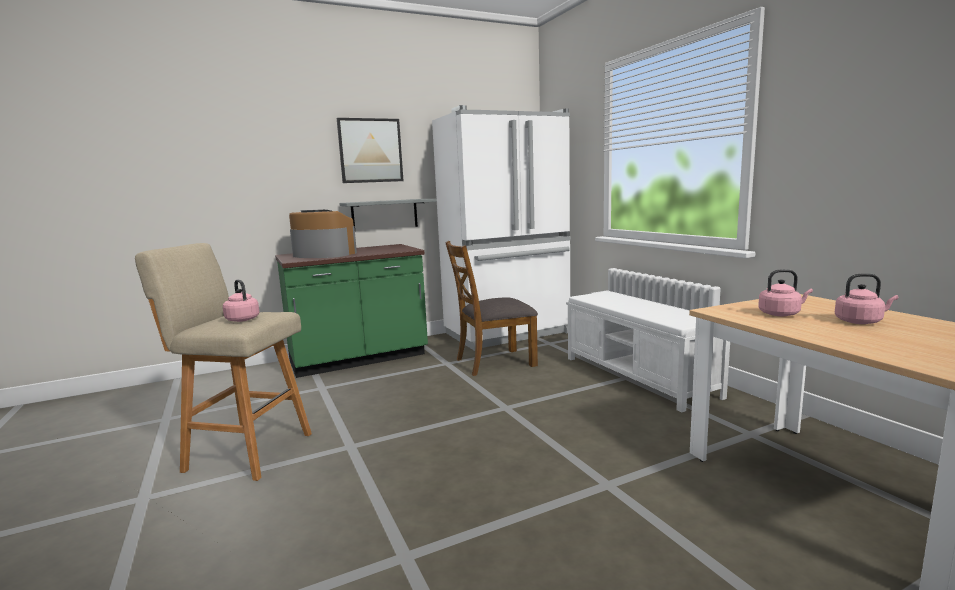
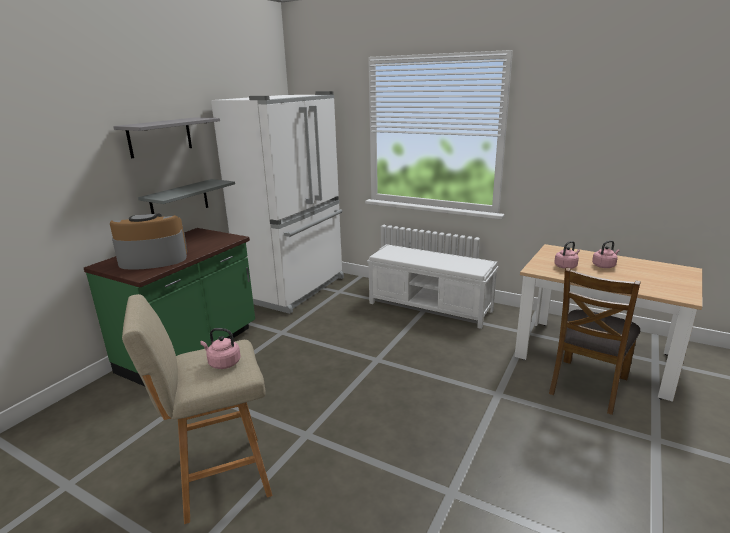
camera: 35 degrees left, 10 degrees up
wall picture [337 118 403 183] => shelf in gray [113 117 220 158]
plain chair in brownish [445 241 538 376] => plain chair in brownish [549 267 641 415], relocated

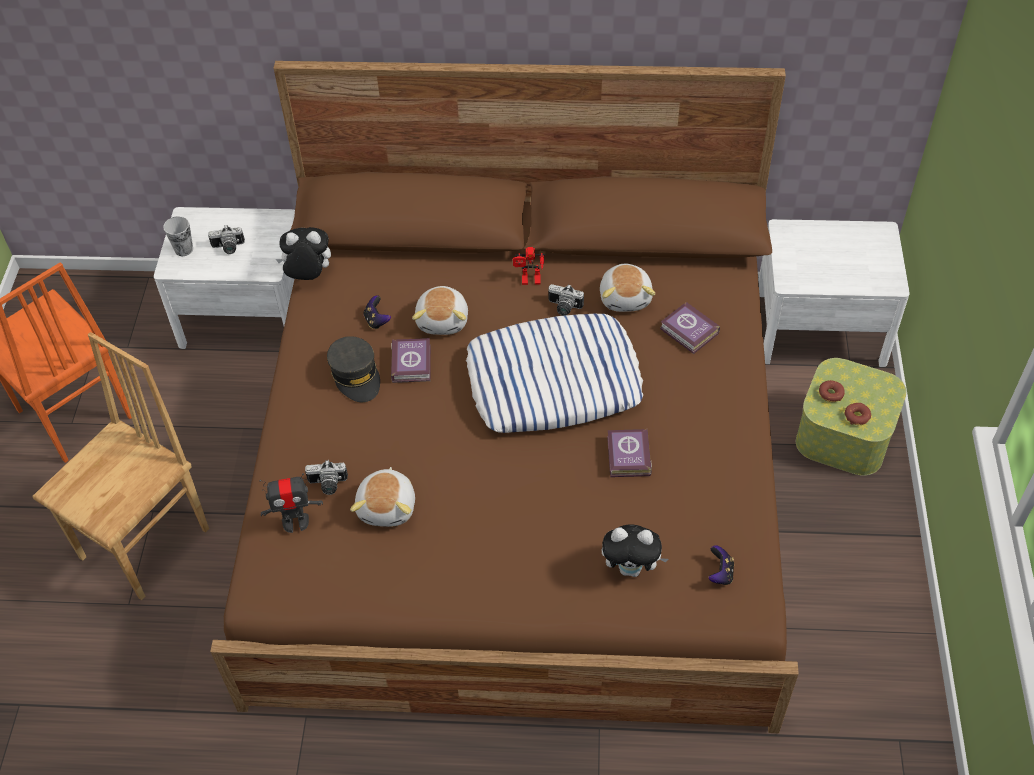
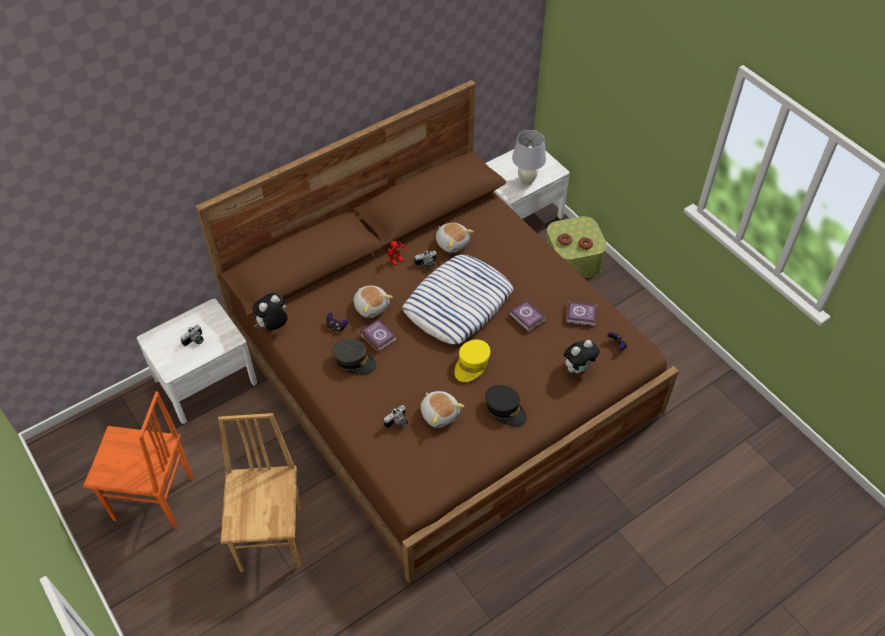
camera: 40 degrees left, 0 degrees up
drinking cup [163 216 193 256] => nothing
model robot [259 473 323 533] => nothing
book [660 302 720 354] => book [566 301 597 327], relocated
nothing => cap in yellowish [454 339 490 382]
nothing => cap in black-coloured [485 385 527 427]
nothing => lamp for a table in whitish [512 130 546 185]

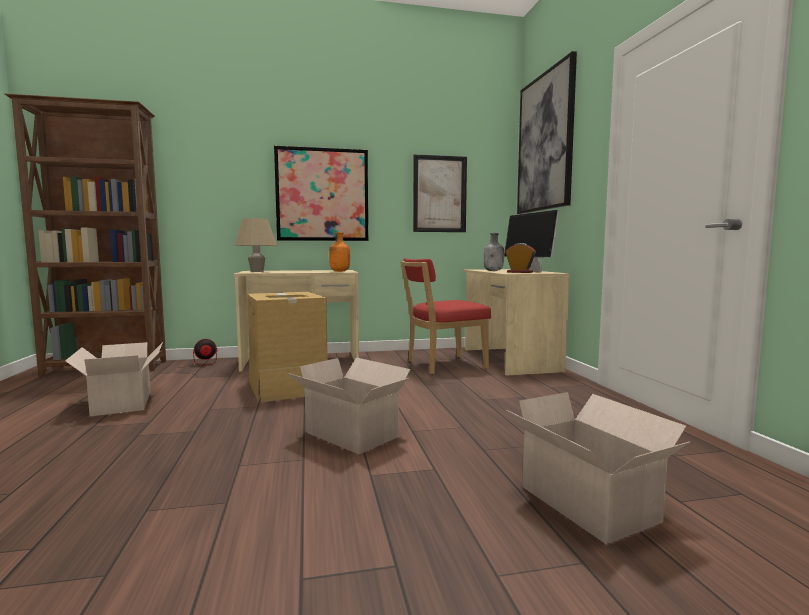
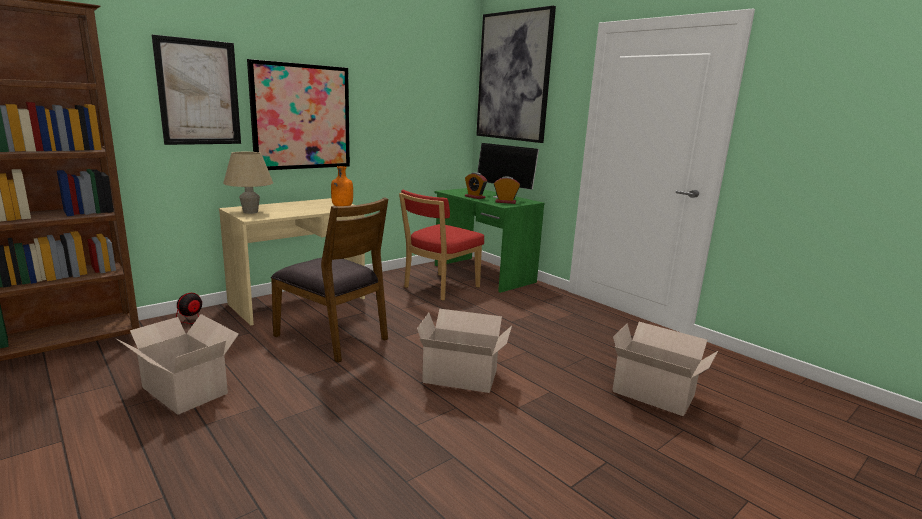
camera: 30 degrees left, 10 degrees up
cardboard box [247 292 328 402] => plain chair in brownish [271 197 388 362]
wall picture [413 154 467 232] => wall picture [152 34 241 145], relocated
desk in beige-coloured [463 269 570 376] => desk in green [435 188 545 293]
drink bottle in gray [484 233 504 271] => table clock [465 172 487 199]

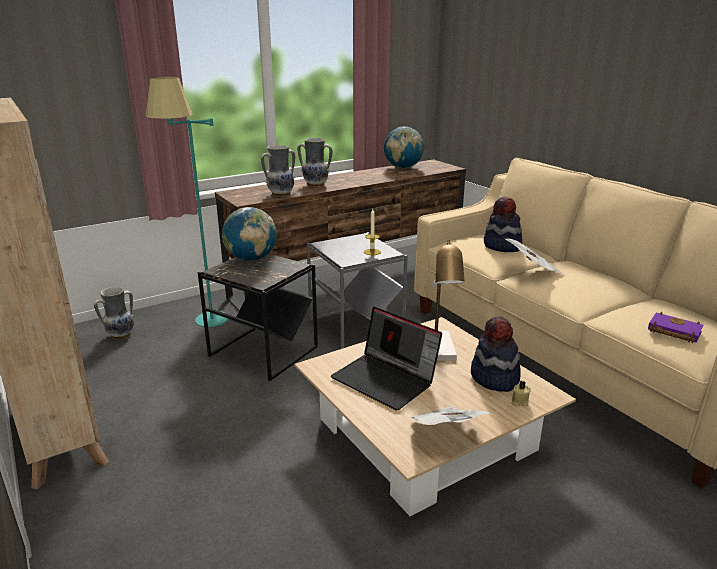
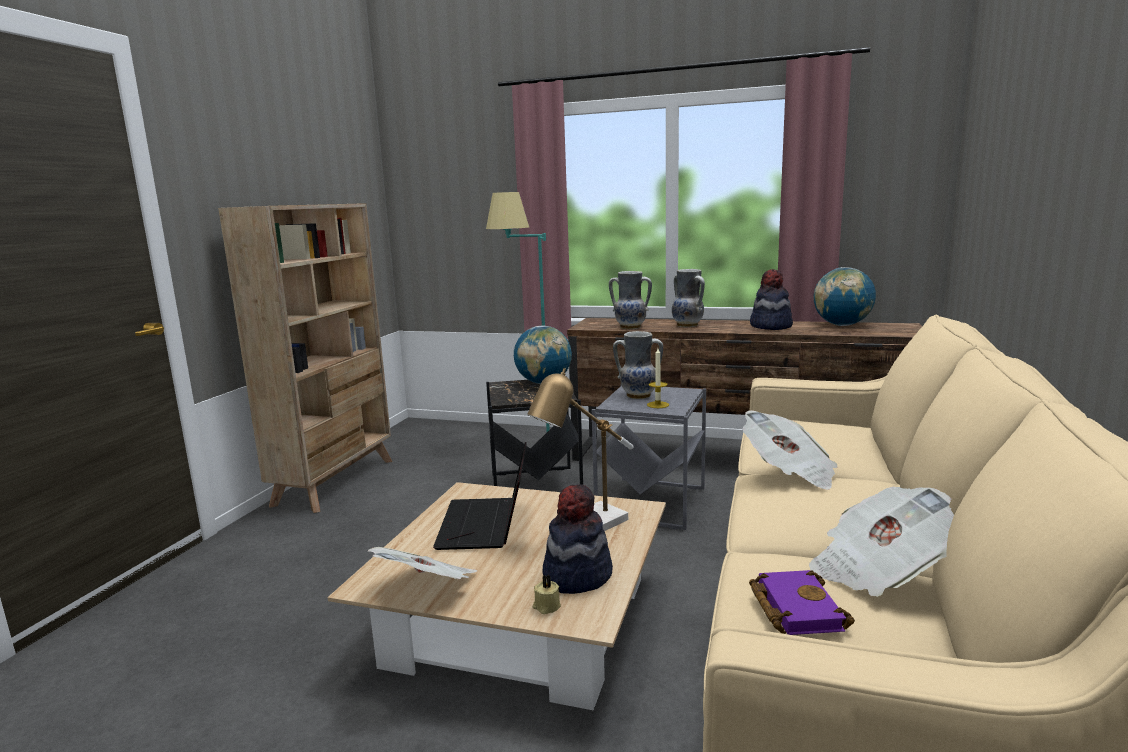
camera: 50 degrees right, 10 degrees down
vase [94 287 134 339] => vase [613 331 663 399], relocated
clothing hat [484 197 522 252] => clothing hat [750 269 793 330], relocated
nothing => newspaper [809 487 954 597]

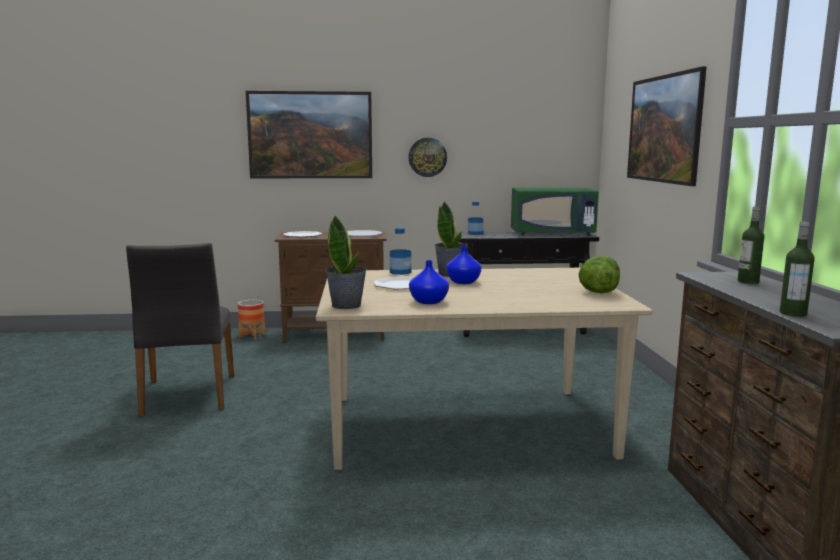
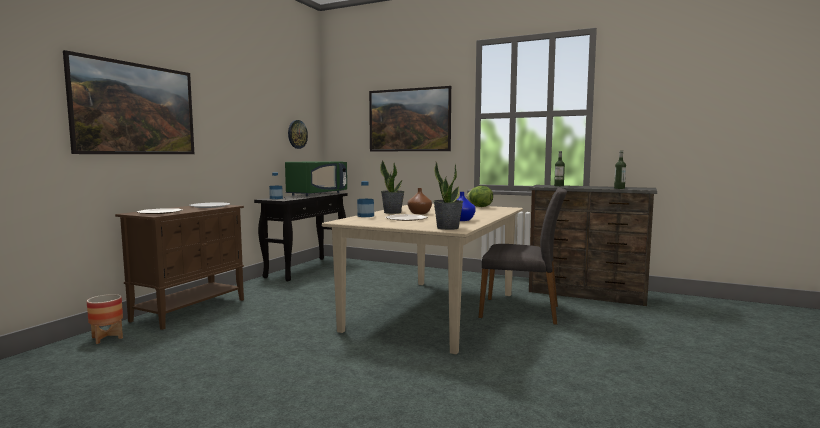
camera: 60 degrees left, 5 degrees down
plain chair in gray [126 243 234 417] => plain chair in gray [479 187 567 325], relocated
wall clock [408 138 447 177] => wall clock [288 120 308 149], relocated
vase in bluish [446 246 481 284] => vase in brownish [408 188 432 214]

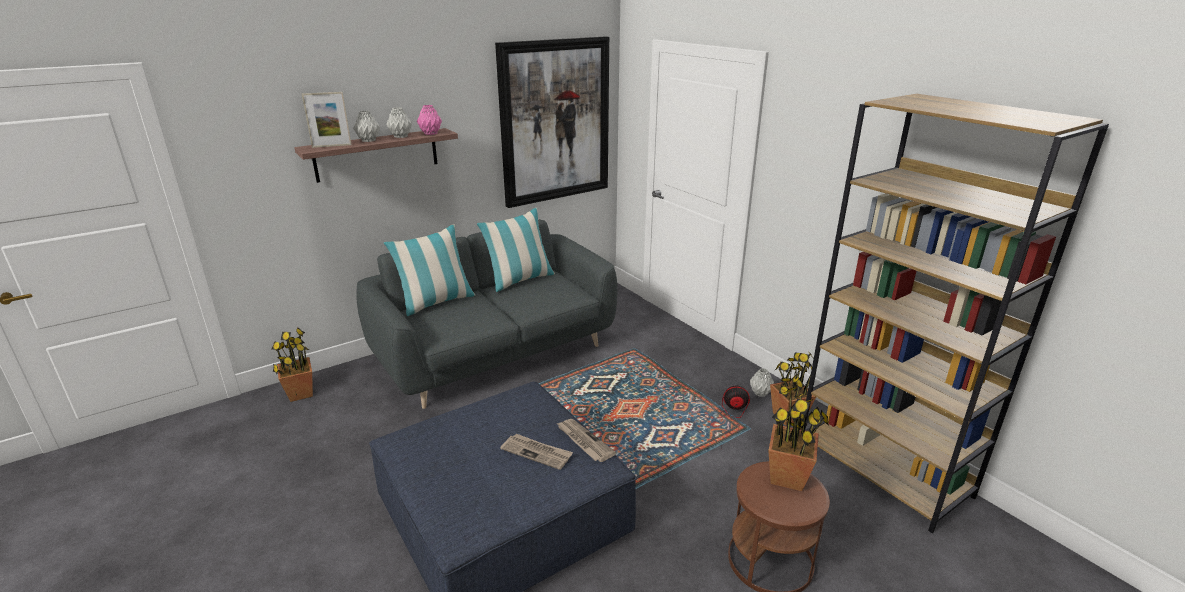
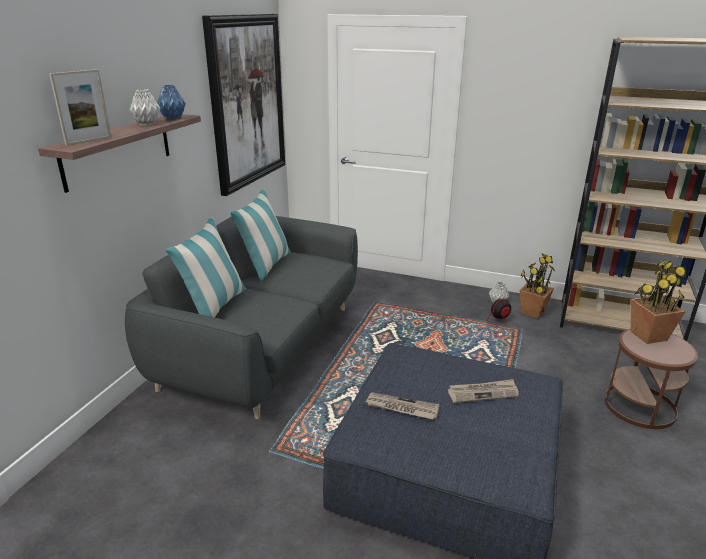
camera: 35 degrees left, 0 degrees up
potted plant [272 328 313 402] => nothing
vase in gray [353 111 380 142] => nothing
vase in pink-coloured [417 105 442 135] => vase in bluish [157 85 186 120]
newspaper [556 419 616 462] => newspaper [366 392 440 419], relocated

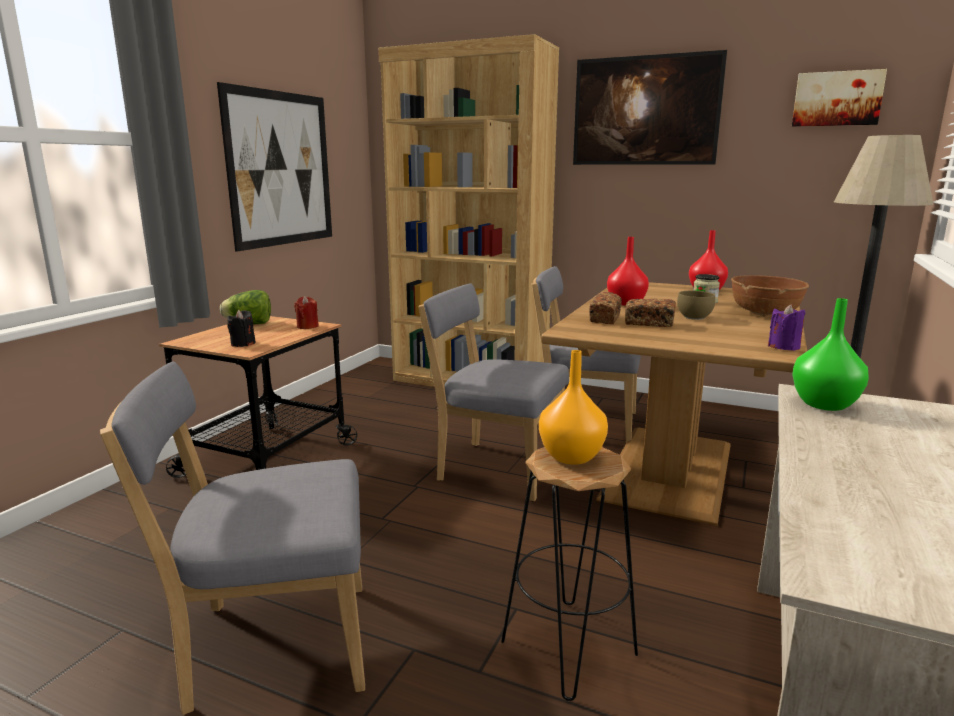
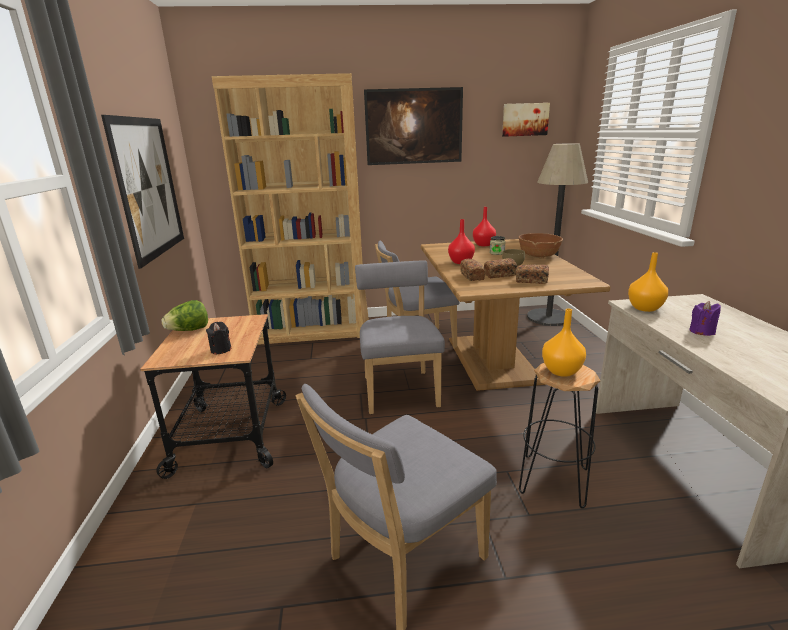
camera: 30 degrees left, 5 degrees up
candle in reddish [294 296 319 329] => nothing
plain chair in gray [418 283 569 501] => plain chair in gray [355 260 445 414], 90 degrees clockwise
candle in purplish [768 304 806 351] => candle in purplish [689 301 721 336], relocated
vase in green [792 298 869 411] => vase in orange [628 252 668 312]
nothing => bread [516 265 549 284]

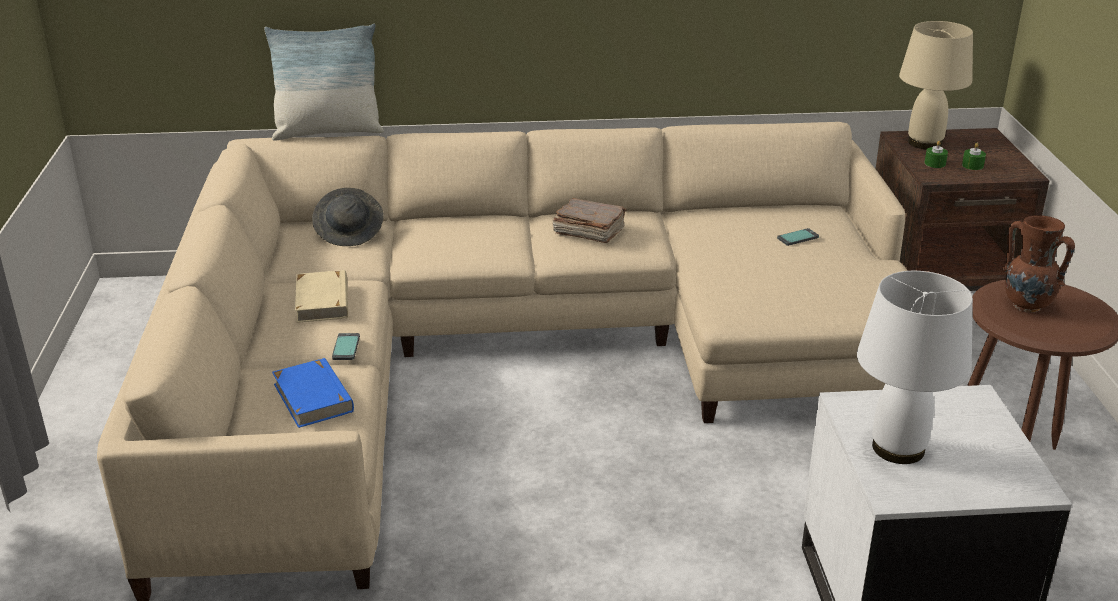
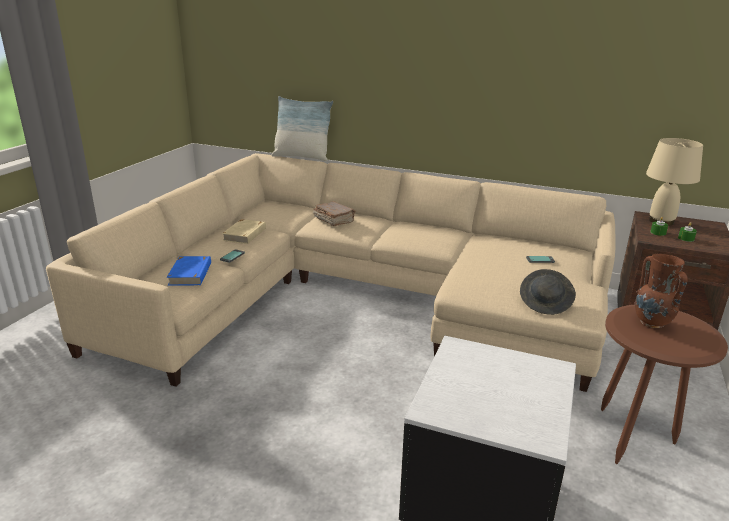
camera: 25 degrees right, 5 degrees down
clothing hat in gray [312 188 384 246] => clothing hat in gray [520 269 576 315], relocated
book in brownish [553 198 627 243] => book in brownish [313 201 356 226], relocated
lamp for a table in whitish [857 271 973 464] => nothing

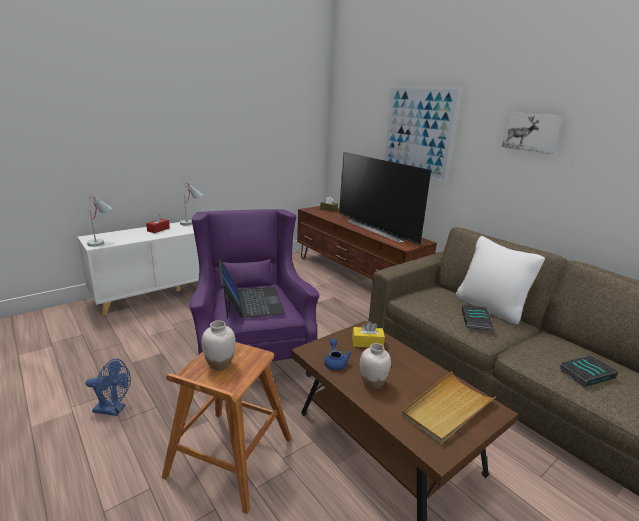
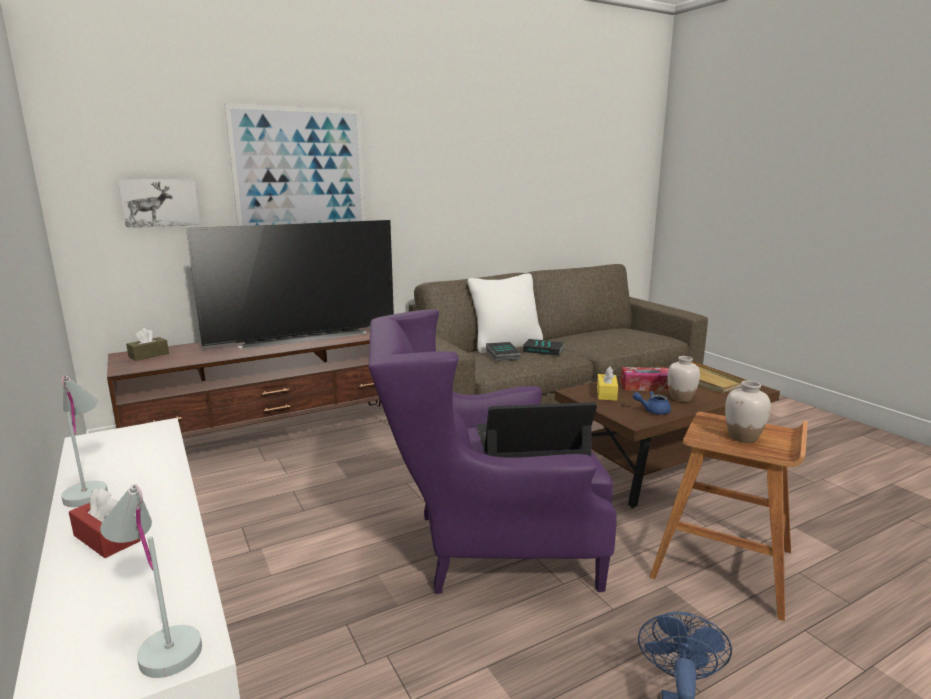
camera: 80 degrees left, 5 degrees down
wall picture [502 112 563 154] => wall picture [118 179 200 228], relocated
book [559 355 618 387] => book [486 342 521 361], relocated
nothing => tissue box [620 367 669 391]

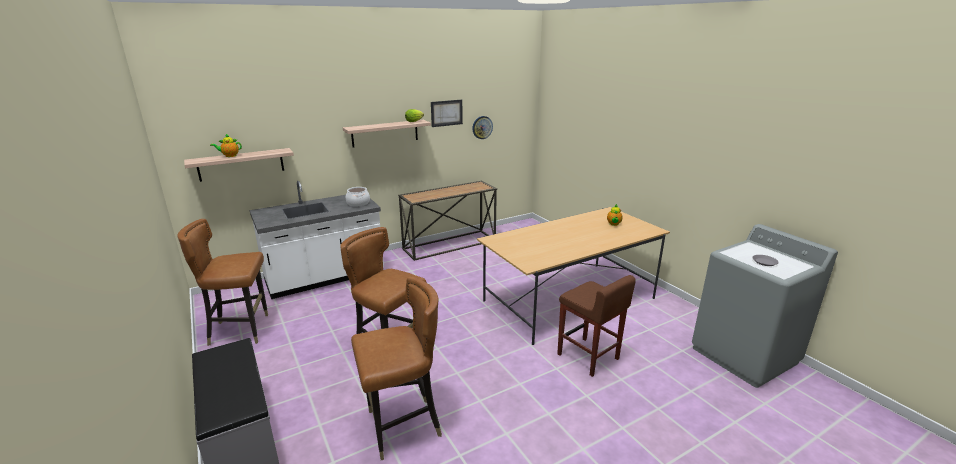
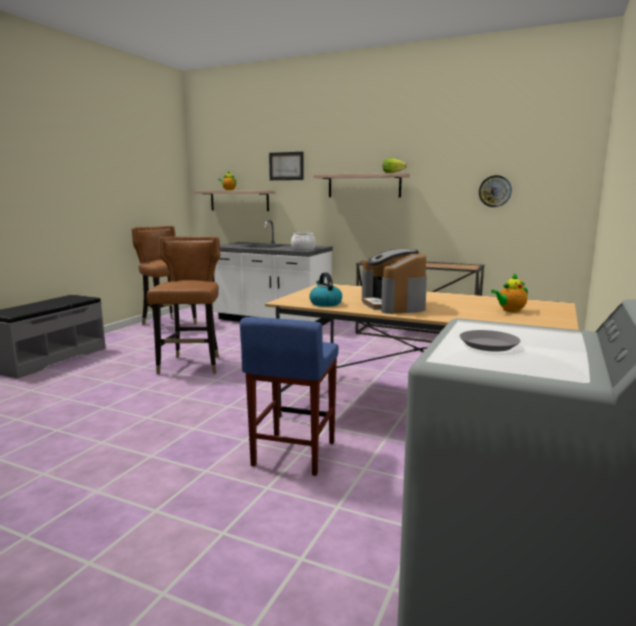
camera: 55 degrees right, 10 degrees down
plain chair in brownish [351 276 442 460] => nothing
wall picture [431 100 463 127] => wall picture [269 152 304 180], relocated
sitting stool in brownish [557 275 636 377] => sitting stool in bluish [240 317 339 476]
nothing => kettle [309 272 342 307]
nothing => coffee machine [362 249 427 314]

